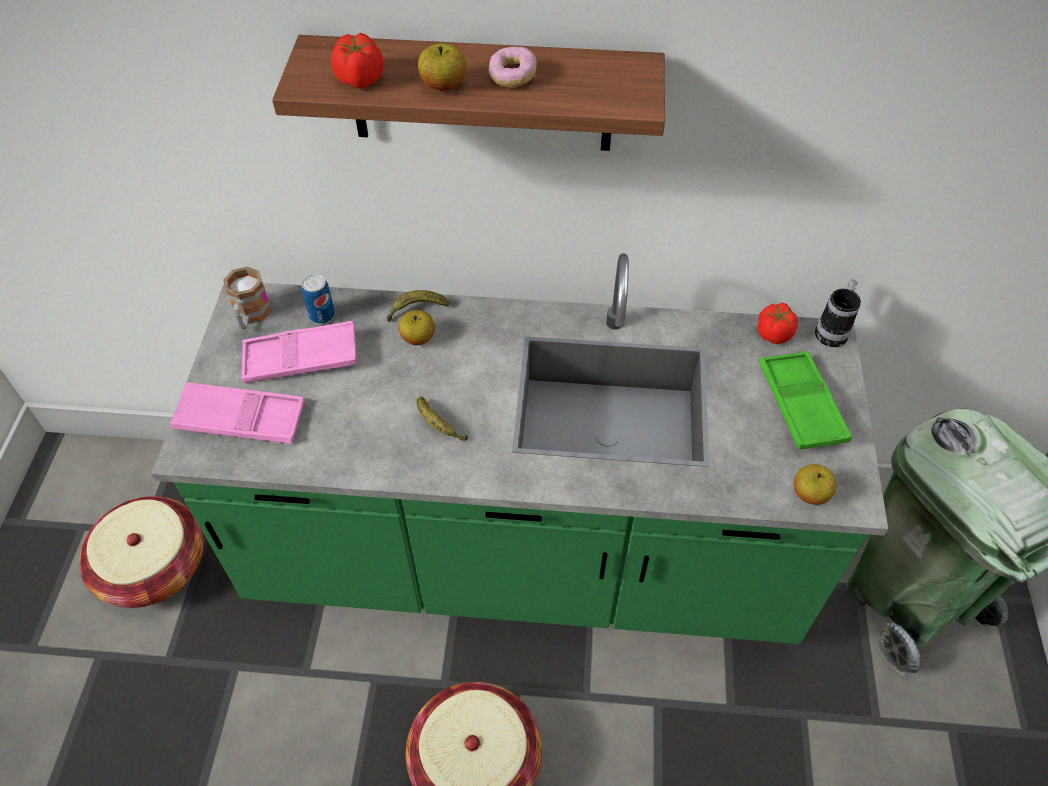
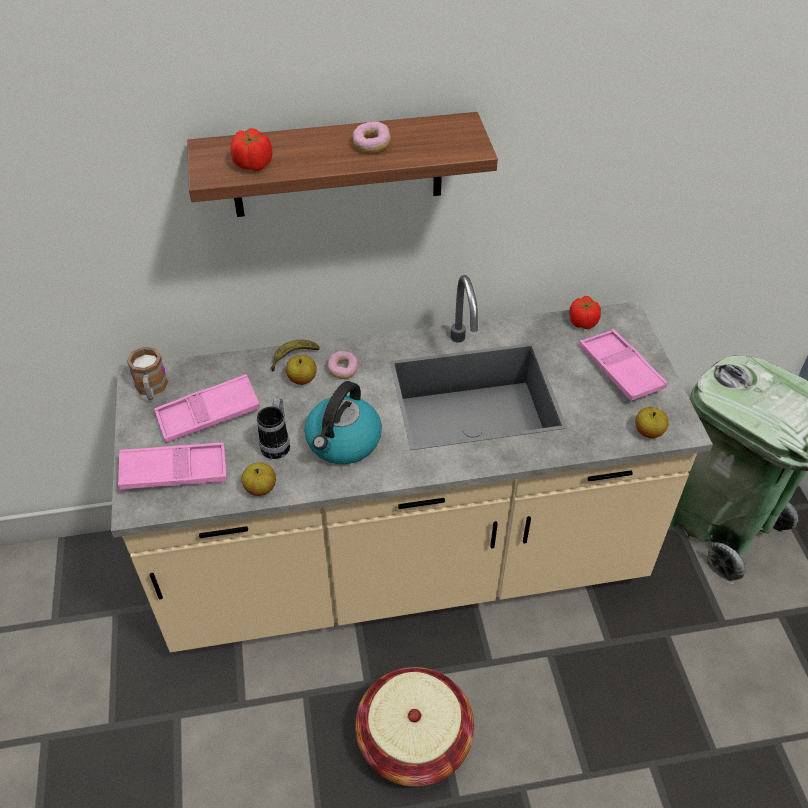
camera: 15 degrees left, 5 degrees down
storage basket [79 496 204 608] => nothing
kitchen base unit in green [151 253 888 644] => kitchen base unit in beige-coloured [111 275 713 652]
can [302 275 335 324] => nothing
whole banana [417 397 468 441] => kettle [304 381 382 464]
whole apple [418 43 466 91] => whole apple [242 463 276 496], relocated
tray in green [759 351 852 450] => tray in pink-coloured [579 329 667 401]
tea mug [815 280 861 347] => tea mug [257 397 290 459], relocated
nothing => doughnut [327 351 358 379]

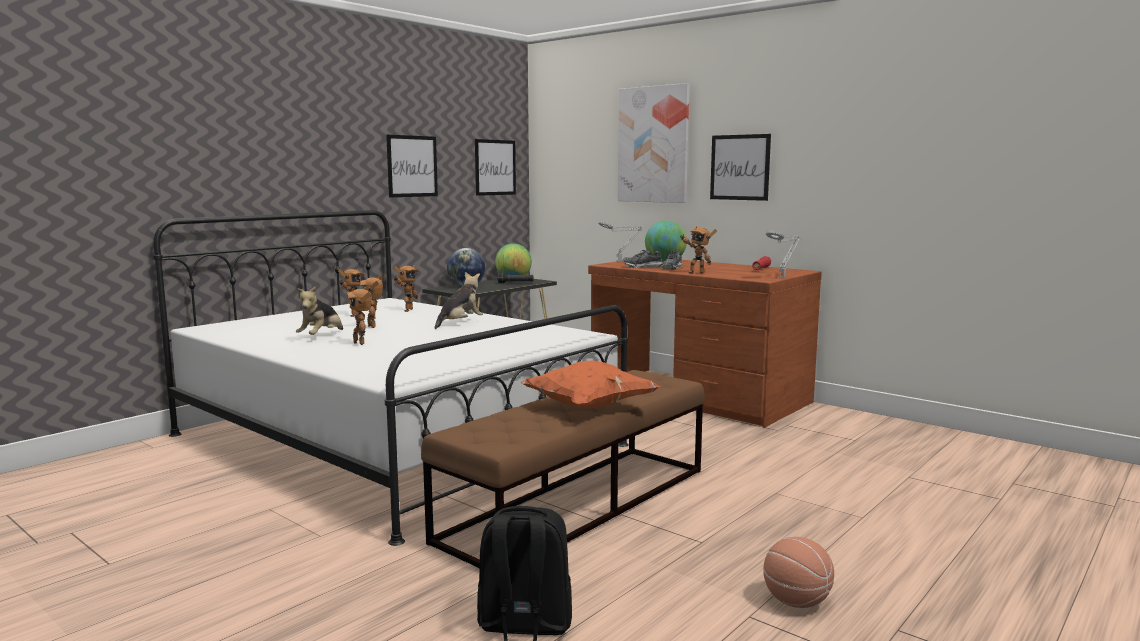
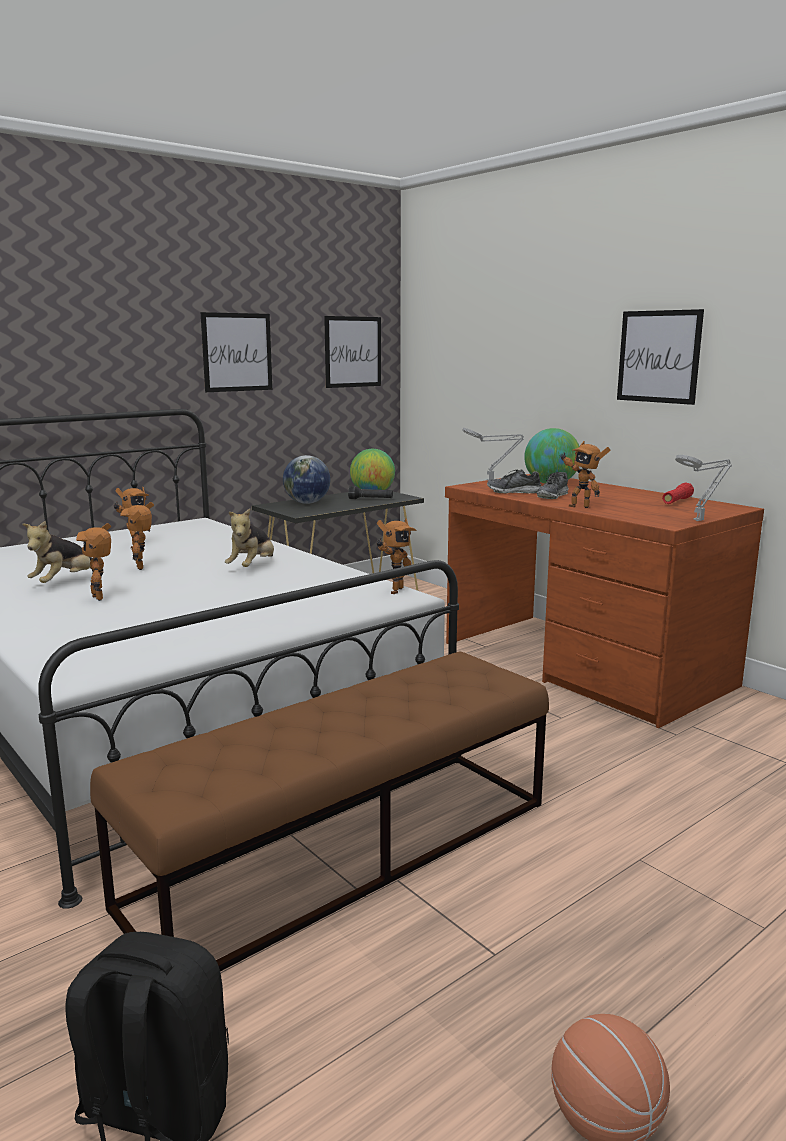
camera: 10 degrees right, 5 degrees up
model robot [394 265 419 312] => model robot [377 519 416 594], relocated
cuddly toy [435 272 483 329] => cuddly toy [225 509 274 567], 150 degrees clockwise
pillow in orange [521 360 660 408] => nothing
wall picture [618 83 689 203] => nothing

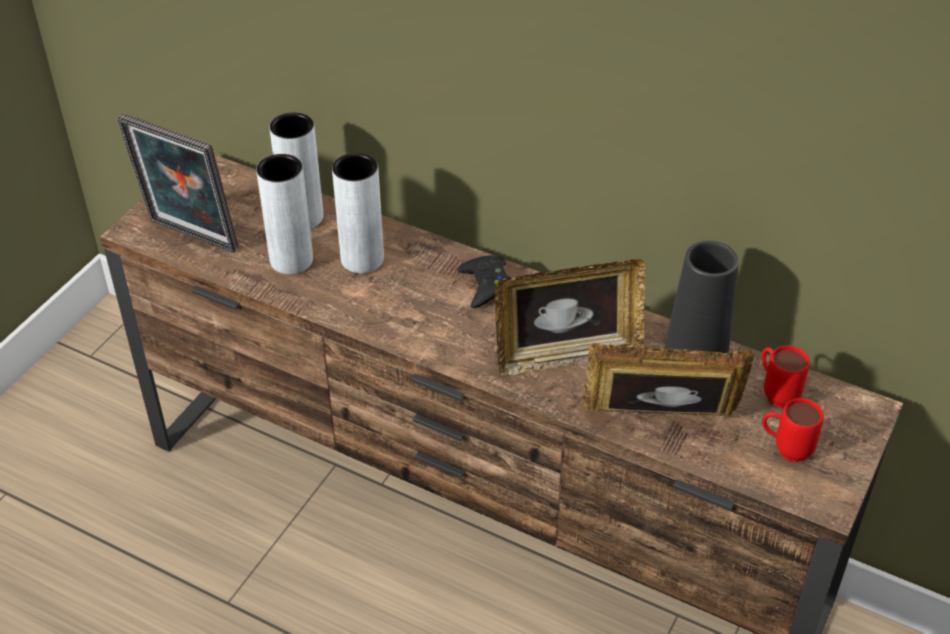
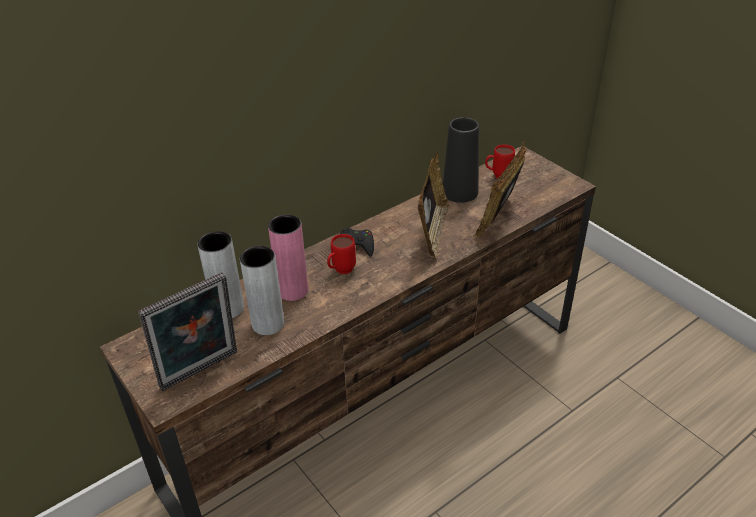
camera: 65 degrees left, 5 degrees down
vase in gray [332 153 384 273] => vase in pink-coloured [268 215 308 301]
tea mug in reddish [762 398 824 462] => tea mug in reddish [327 234 356 274], relocated

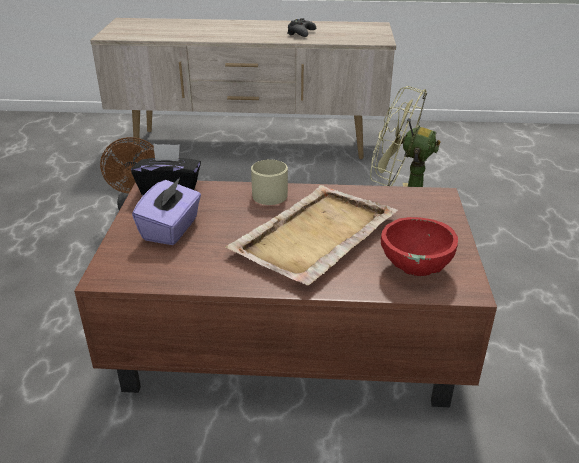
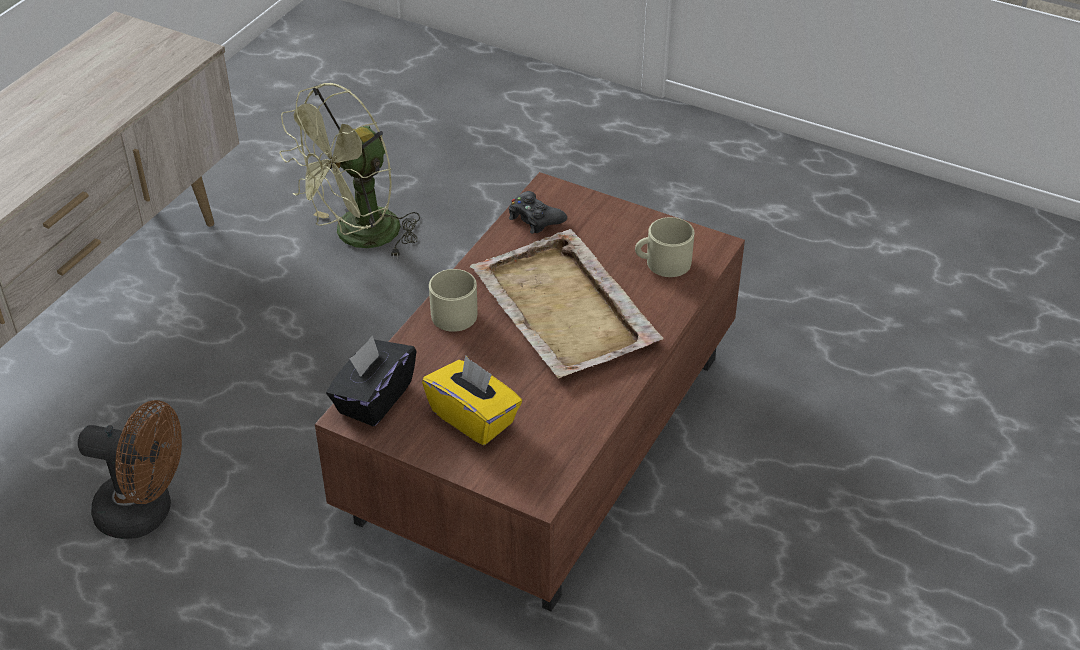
camera: 65 degrees left, 10 degrees up
tissue box in purplish [132 178 201 245] => tissue box in yellowish [422 355 522 445]
game controller in black-coloured [287 18 316 37] => game controller in black-coloured [509 191 567 234], relocated
deep dish in reddish [381 217 458 276] => tea mug in beige-coloured [635 217 695 277]

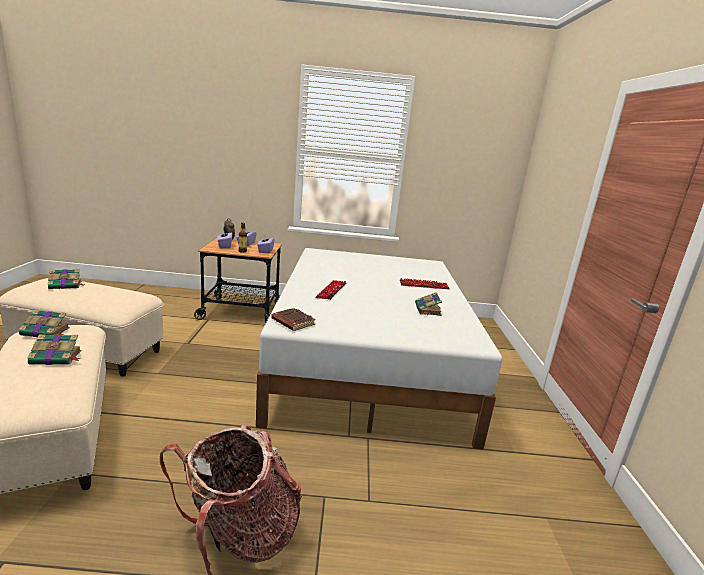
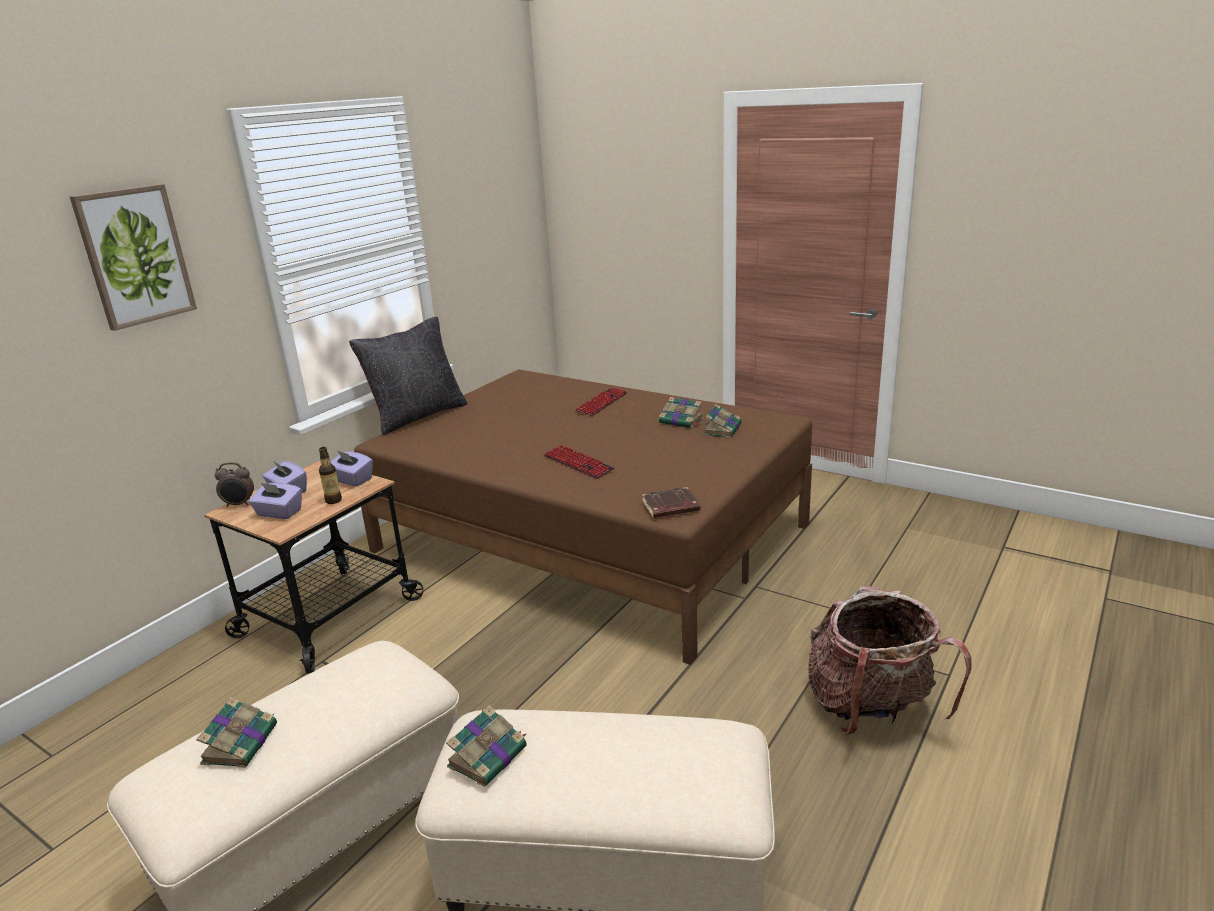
camera: 55 degrees left, 5 degrees up
book [28 334 81 365] => book [703 404 741 438], relocated
bedroom bed in whitish [256 248 502 449] => bedroom bed in brownish [354 370 812 665]
nothing => wall picture [70 184 197 331]
nothing => pillow in black-coloured [349 317 467 435]

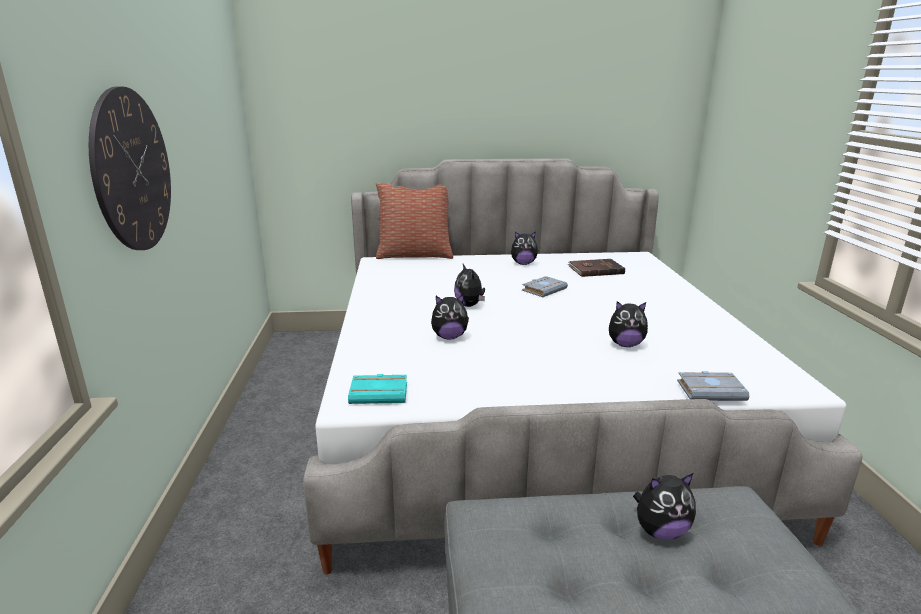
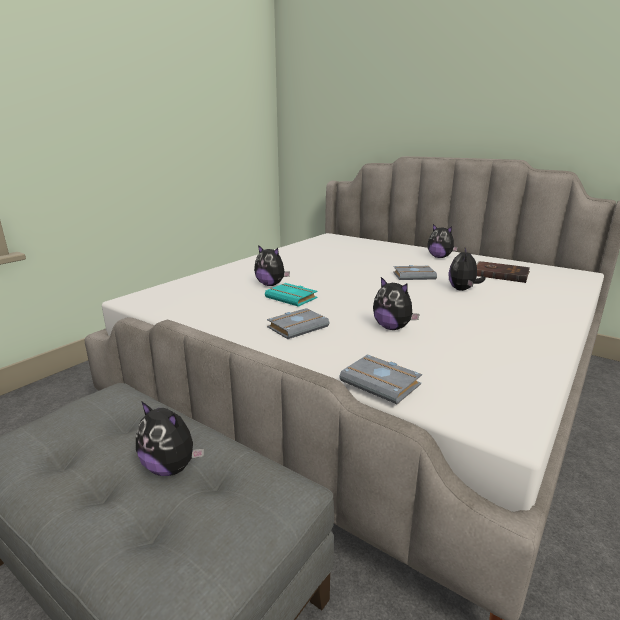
camera: 40 degrees right, 0 degrees up
wall clock [89 86 171 250] => nothing
book in turquoise-coloured [348 374 407 404] => book in turquoise-coloured [265 283 318 307], relocated
pillow [376 183 453 259] => nothing
cuddly toy [454 264 485 307] => cuddly toy [448 248 485 291], relocated
nothing => book in gray [267 308 329 339]

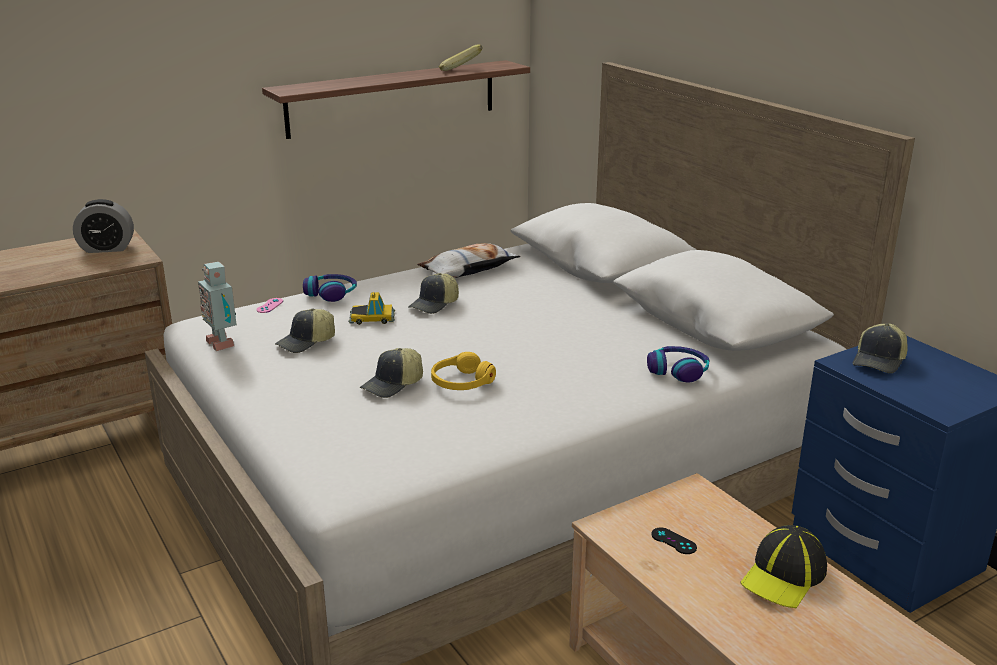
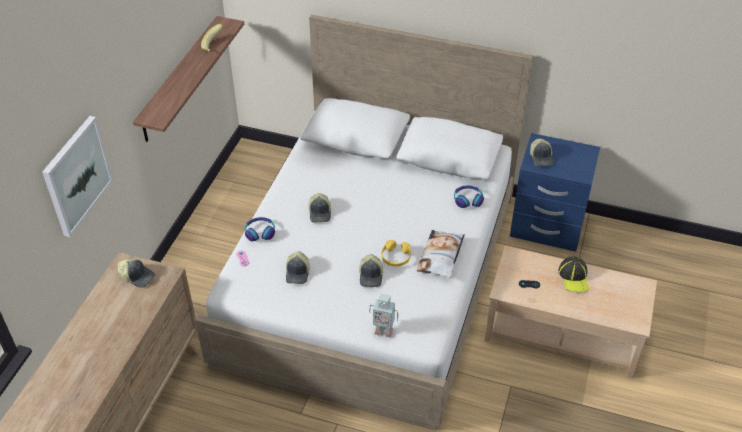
camera: 40 degrees left, 20 degrees up
table clock [73 199 134 253] => cap [117 258 155 288]
model robot [198 262 237 351] => model robot [369 294 398 337], relocated
miniature car [349 292 395 325] => nothing
pillow [417 243 521 278] => pillow [417 230 465 278], relocated
nothing => wall picture [42 116 113 237]

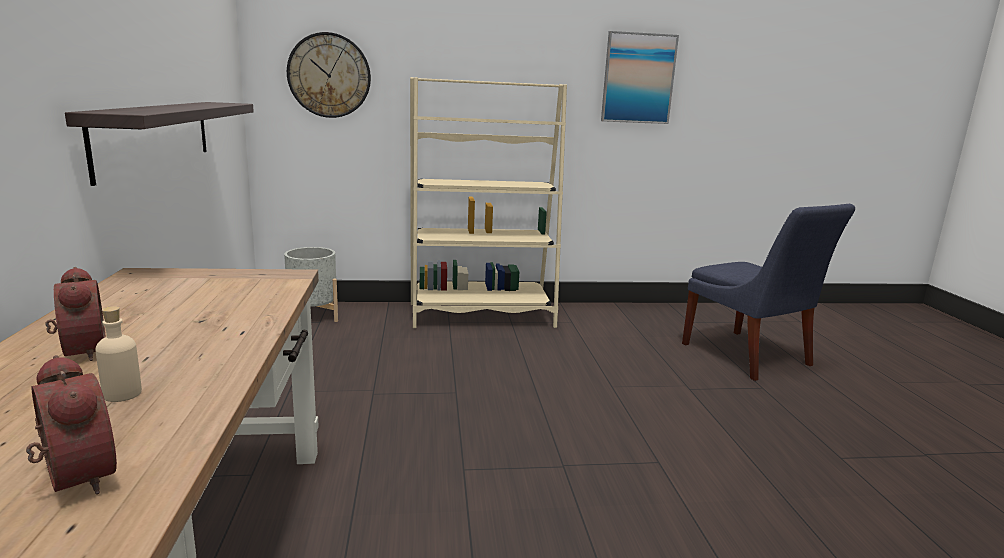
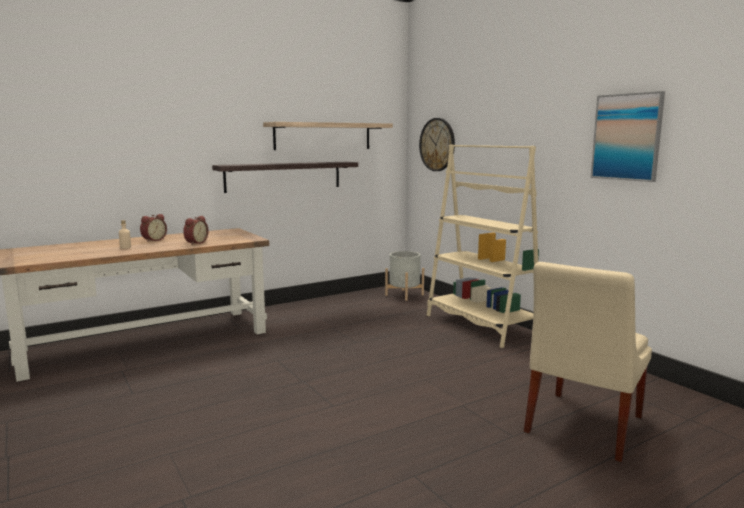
camera: 65 degrees right, 5 degrees down
table clock [26 355 117 494] => table clock [183 216 208 245], relocated
plain chair in bluish [682 204 855 381] => plain chair in beige-coloured [524 262 652 462]
nothing => shelf [263 122 393 150]

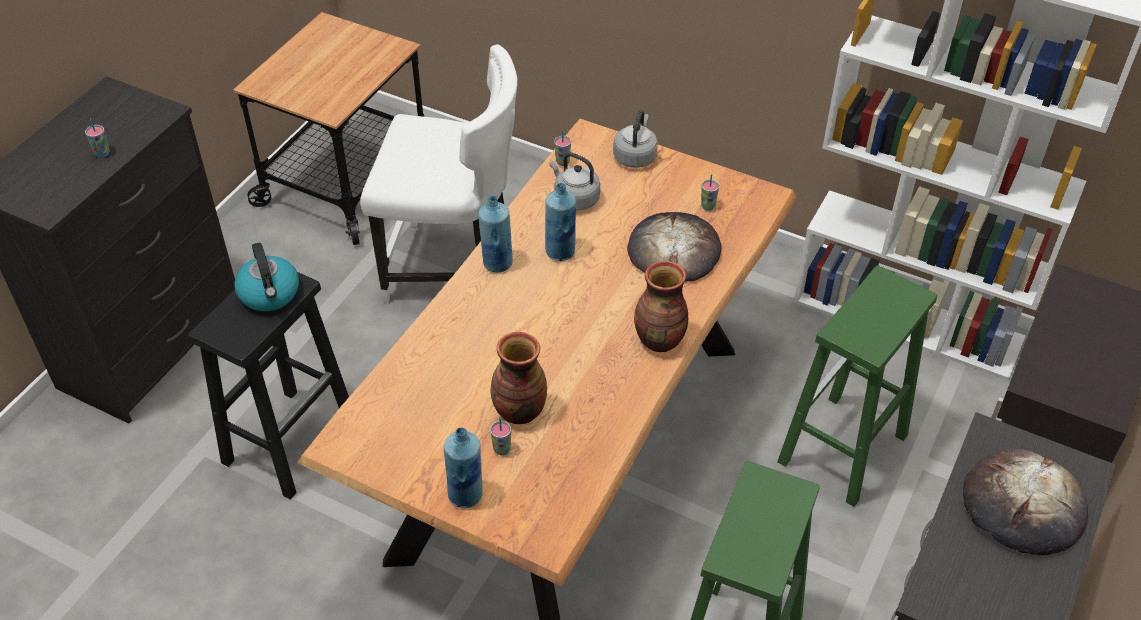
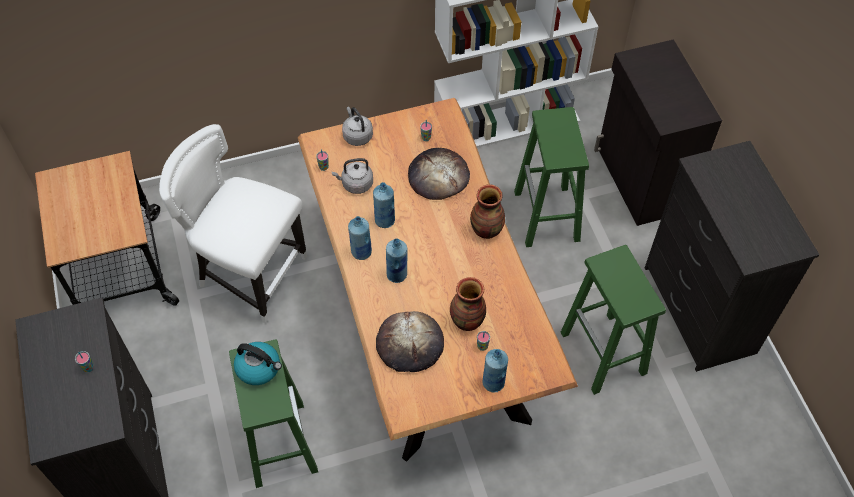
camera: 45 degrees left, 10 degrees up
sitting stool in black-coloured [188 272 349 500] => sitting stool in green [229 340 318 488]
plain chair in whitish [360 44 518 303] => plain chair in whitish [159 124 307 324], 120 degrees counterclockwise
bread [963 449 1088 555] => bread [376 311 444 372], relocated
nothing => drink bottle in bluish [386 238 408 283]

